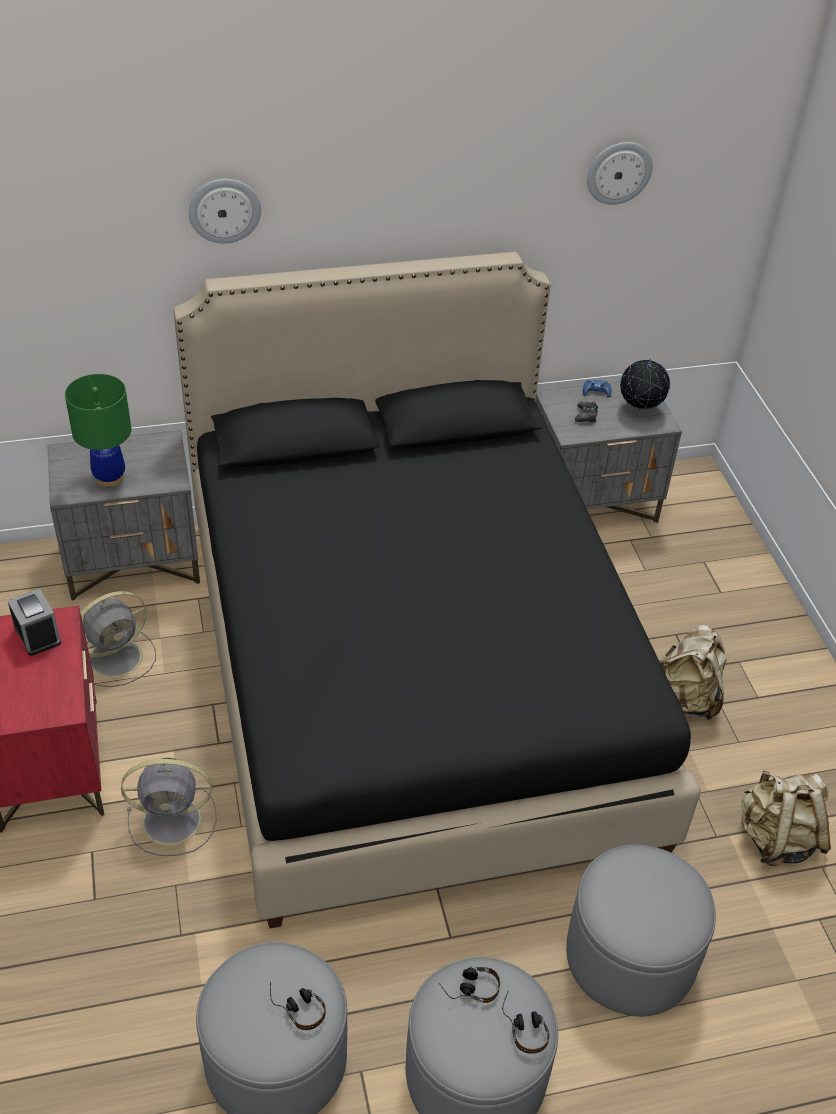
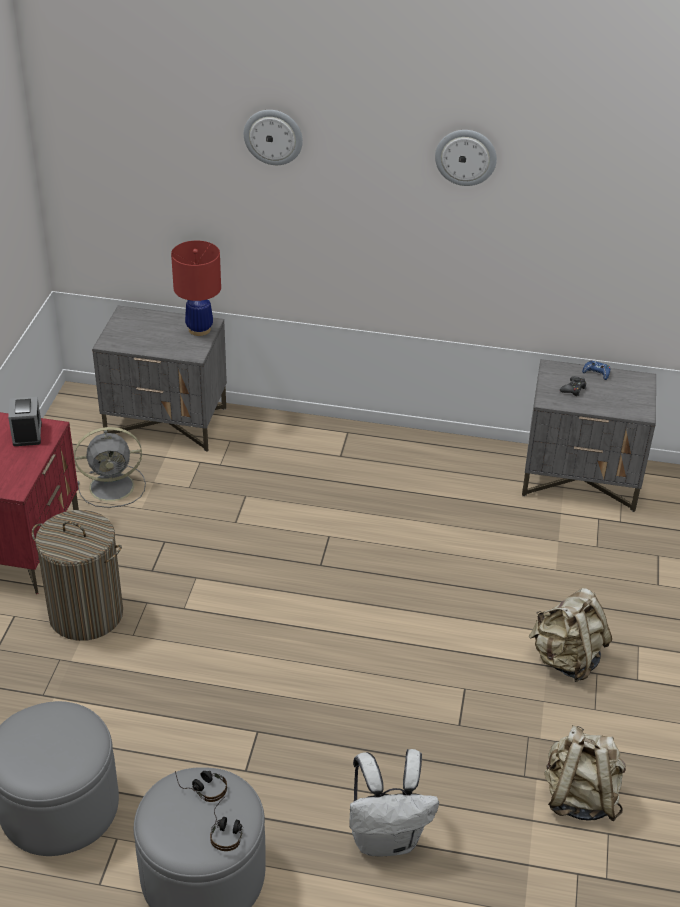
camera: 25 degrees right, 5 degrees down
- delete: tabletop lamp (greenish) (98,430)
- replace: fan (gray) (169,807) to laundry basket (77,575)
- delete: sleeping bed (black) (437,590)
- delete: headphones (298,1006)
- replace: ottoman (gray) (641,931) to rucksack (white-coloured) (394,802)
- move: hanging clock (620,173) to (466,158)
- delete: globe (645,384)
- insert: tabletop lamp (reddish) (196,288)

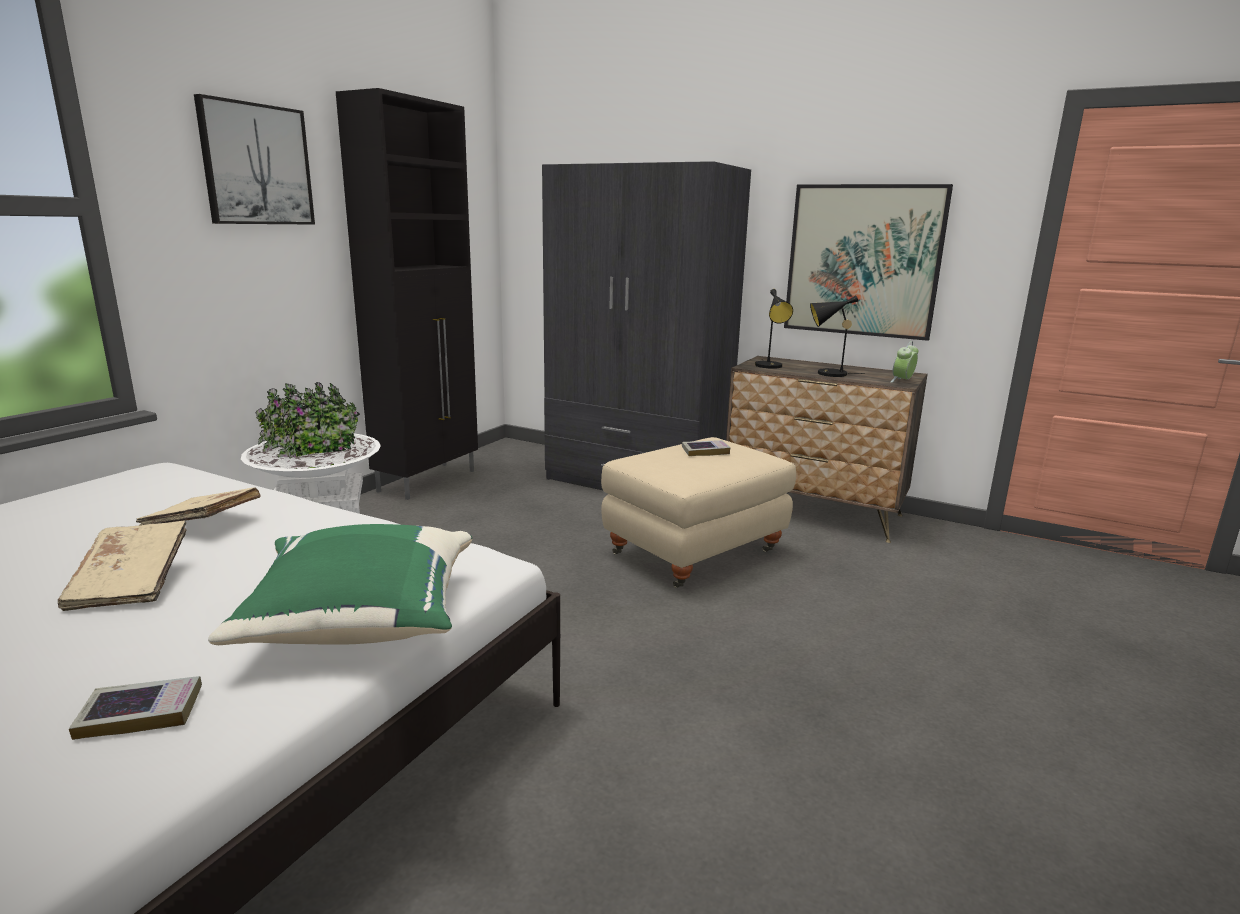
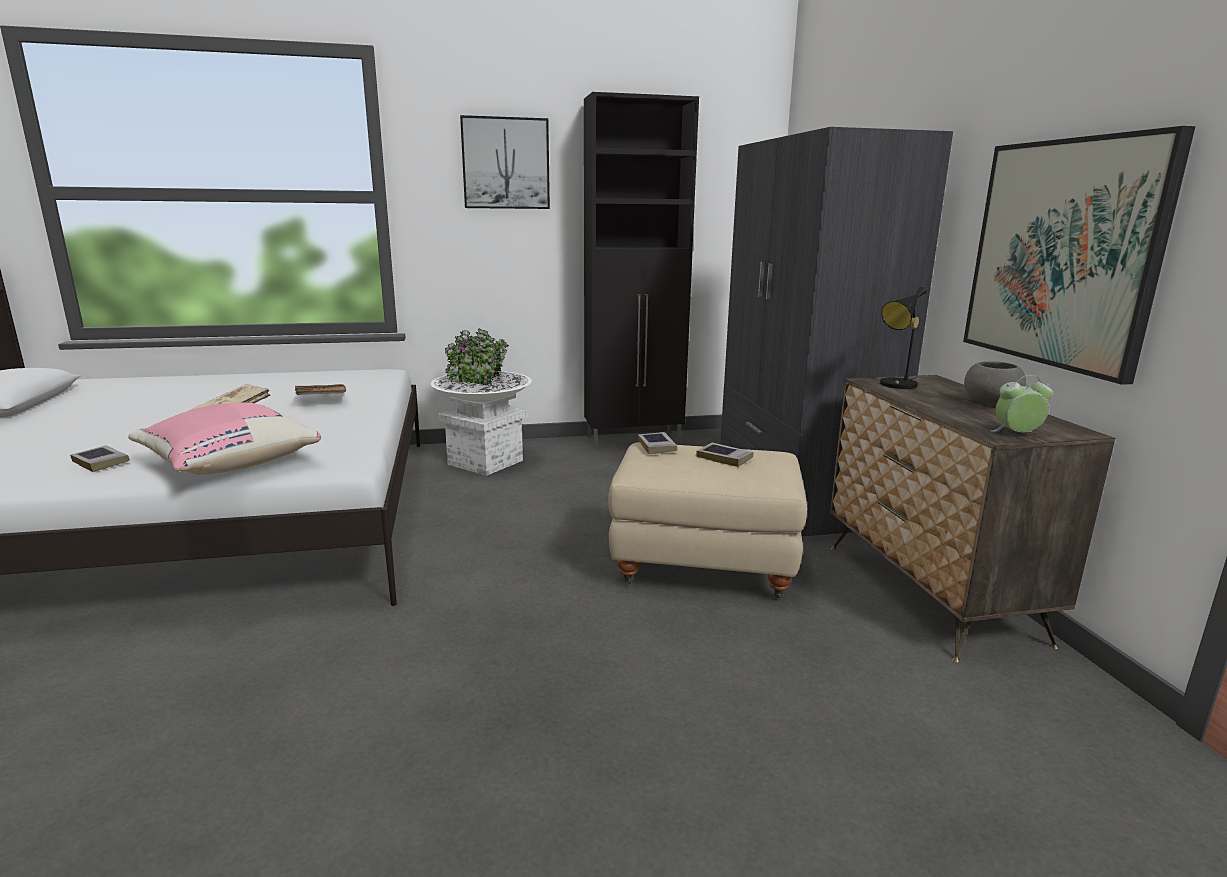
camera: 50 degrees right, 0 degrees up
- recolor: throw pillow (greenish) (340,584) to throw pillow (pinkish) (224,438)
- delete: tabletop lamp (black) (837,336)
- insert: volume (657,443)
- insert: bowl (gray) (995,383)

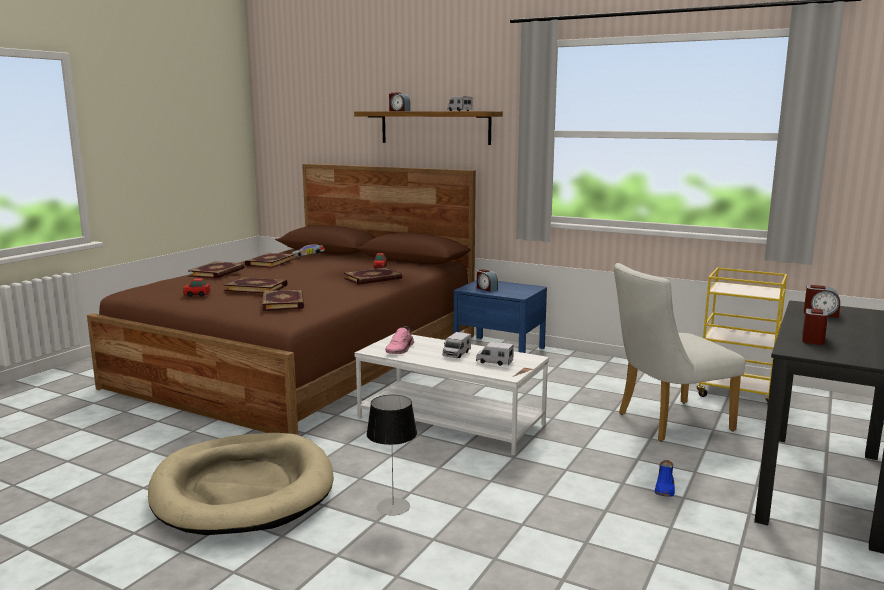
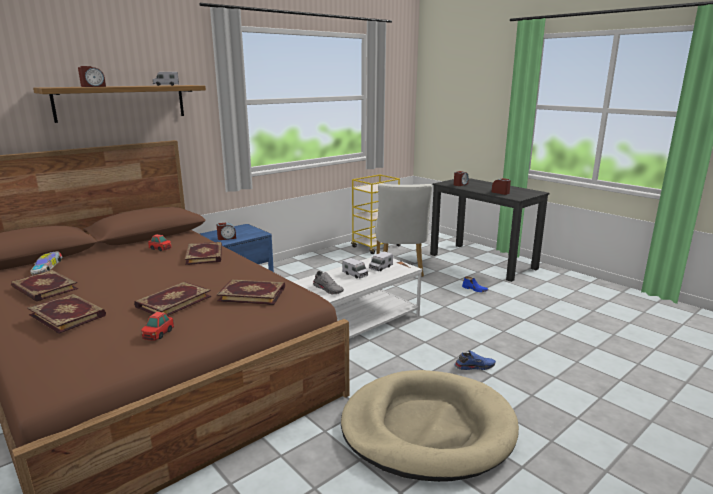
camera: 70 degrees left, 5 degrees up
- replace: tabletop lamp (391,455) to shoe (blue-coloured) (475,360)
- recolor: shoe (pinkish) (399,340) to shoe (gray) (328,282)

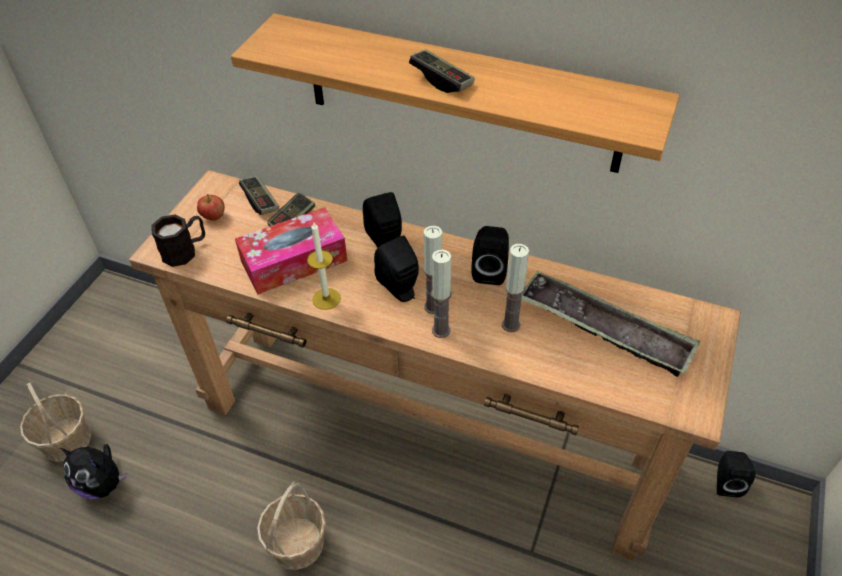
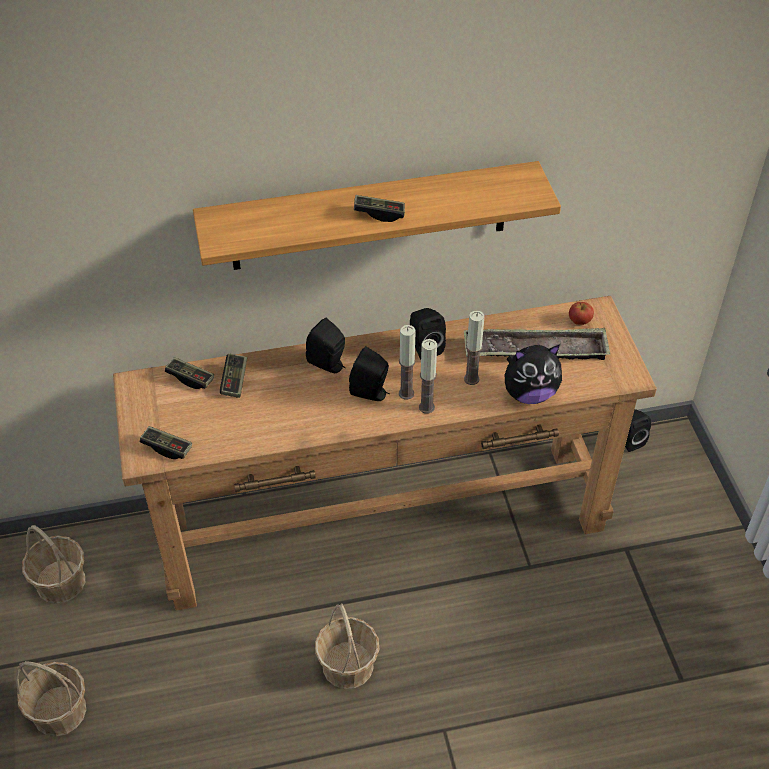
camera: 35 degrees left, 0 degrees up
- move: plush toy (95,471) to (533,374)
- replace: tea mug (black) (178,240) to joypad (166,442)
- move: apple (211,207) to (581,313)
- delete: box of tissues (291,251)
- delete: wax light (324,266)
- insert: basket (53,564)

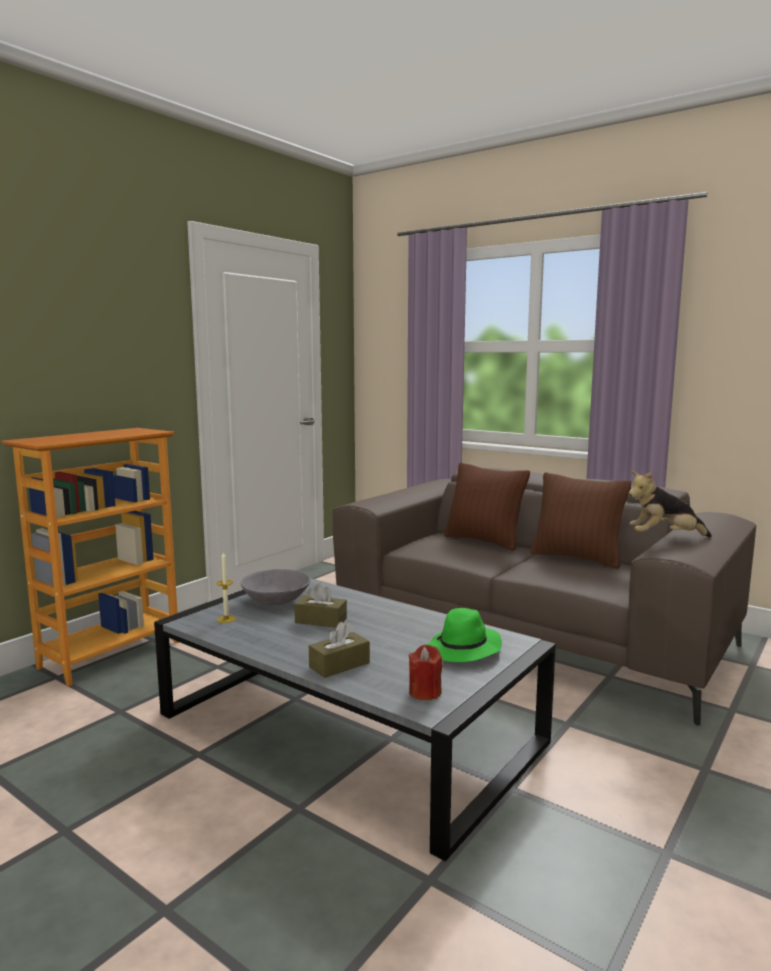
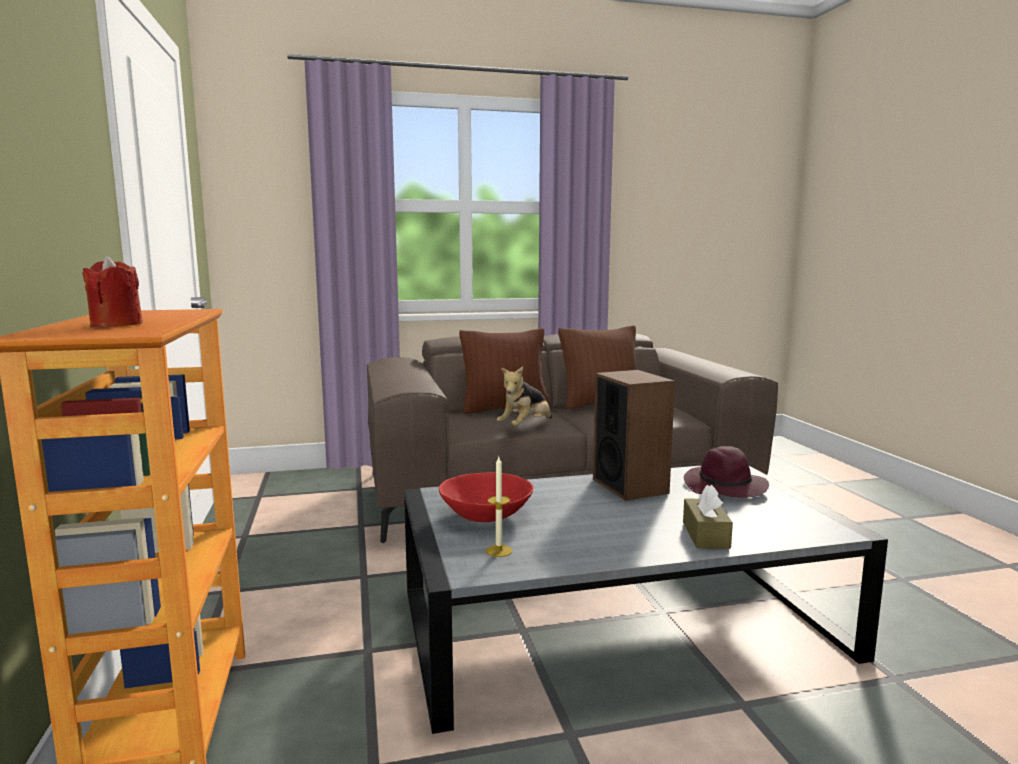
camera: 50 degrees left, 0 degrees up
- recolor: bowl (gray) (275,587) to bowl (reddish) (486,497)
- delete: box of tissues (brown) (320,605)
- move: wax light (reddish) (425,672) to (112,291)
- recolor: wearable hat (greenish) (463,635) to wearable hat (purplish) (726,472)
- move: plush toy (670,504) to (524,396)
- insert: loudspeaker (634,435)

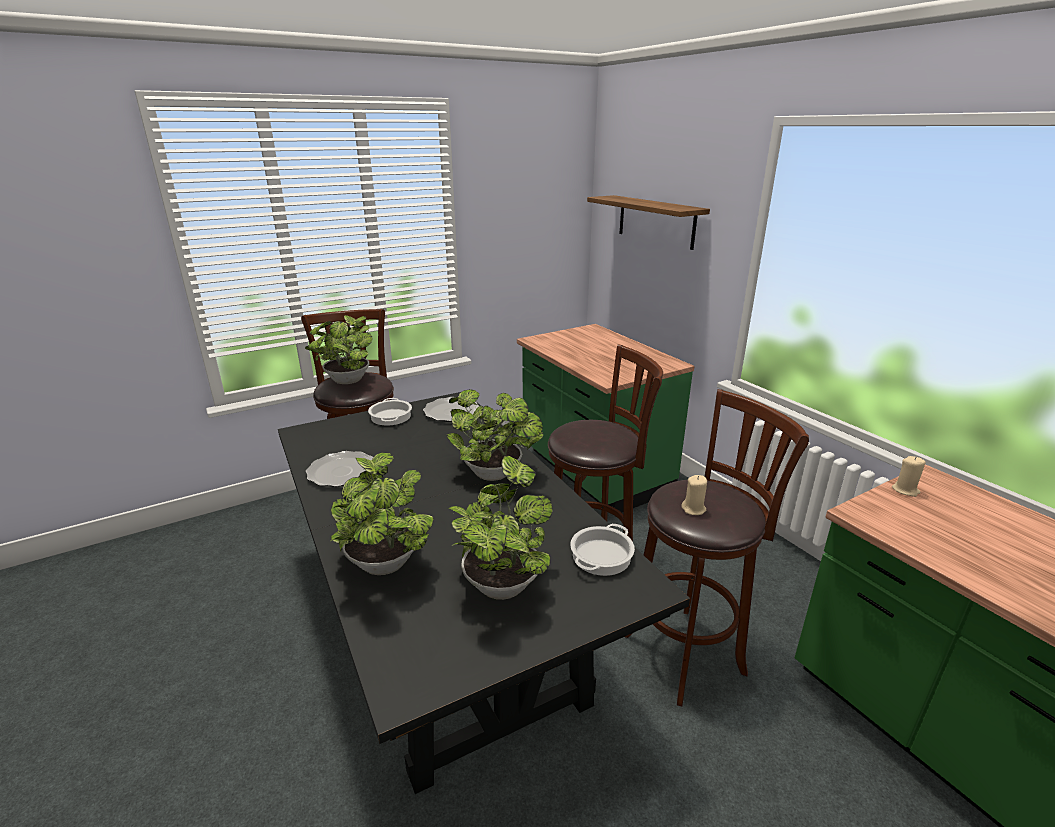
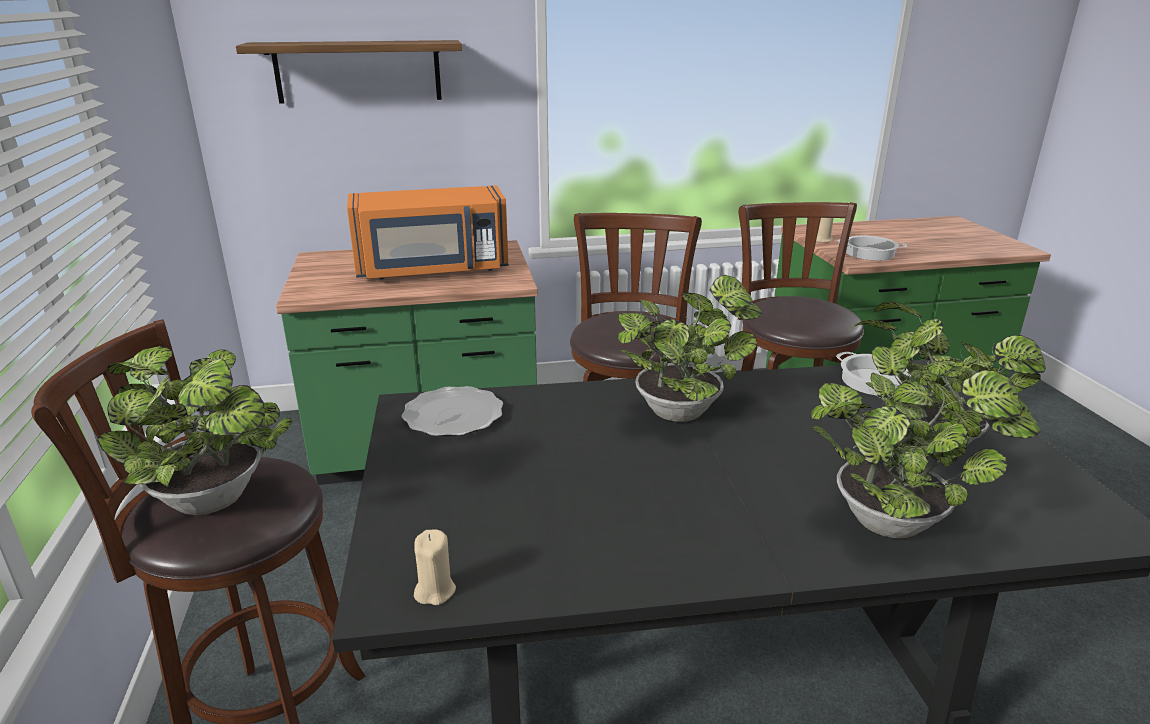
camera: 70 degrees left, 0 degrees up
- delete: dinner plate (339,469)
- move: saucepot (390,411) to (872,248)
- move: wax light (beige) (694,495) to (435,567)
- insert: microwave (orangey) (428,232)

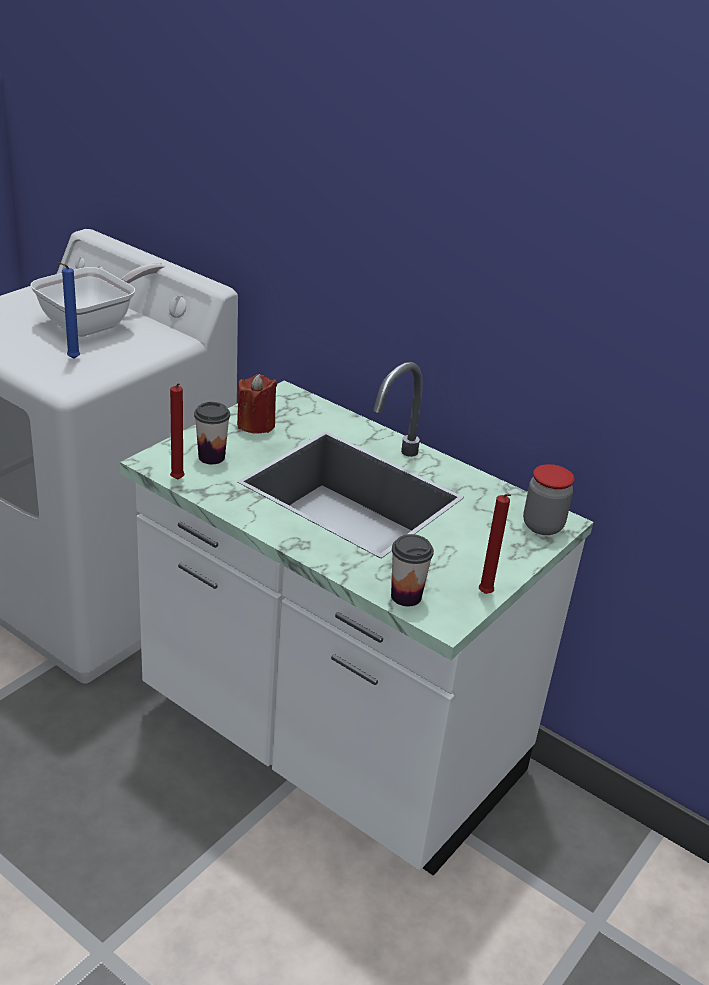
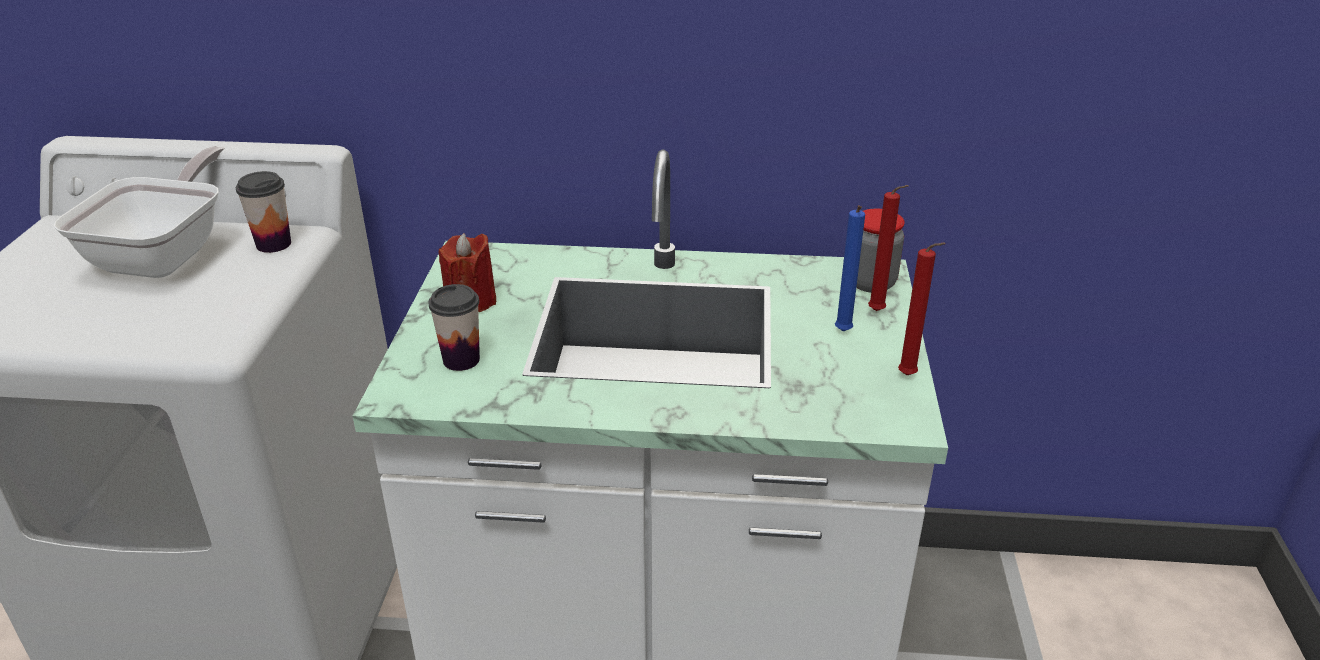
camera: 30 degrees left, 0 degrees up
- move: wax light (blue-coloured) (68,310) to (850,268)
- move: wax light (reddish) (177,431) to (888,248)
- move: cup (412,570) to (263,212)

